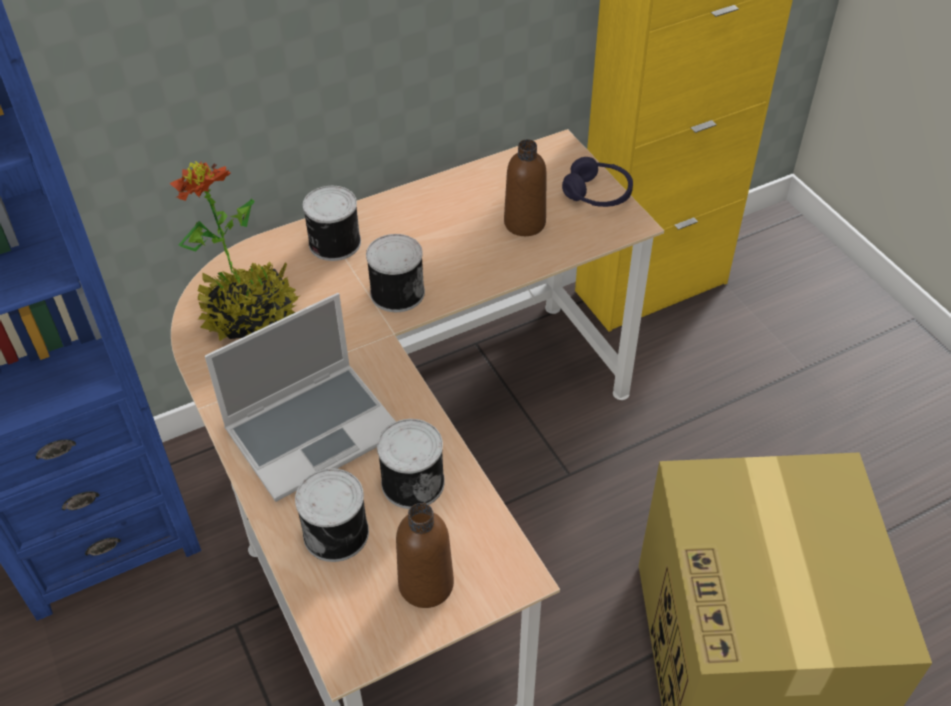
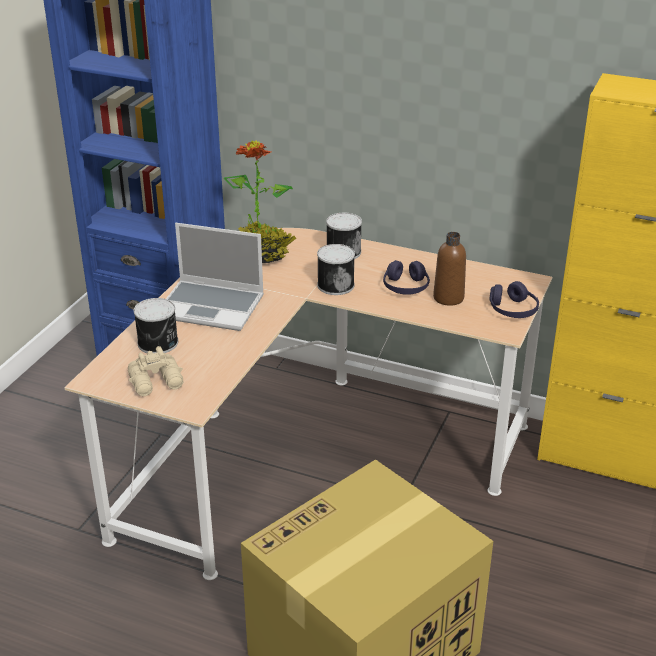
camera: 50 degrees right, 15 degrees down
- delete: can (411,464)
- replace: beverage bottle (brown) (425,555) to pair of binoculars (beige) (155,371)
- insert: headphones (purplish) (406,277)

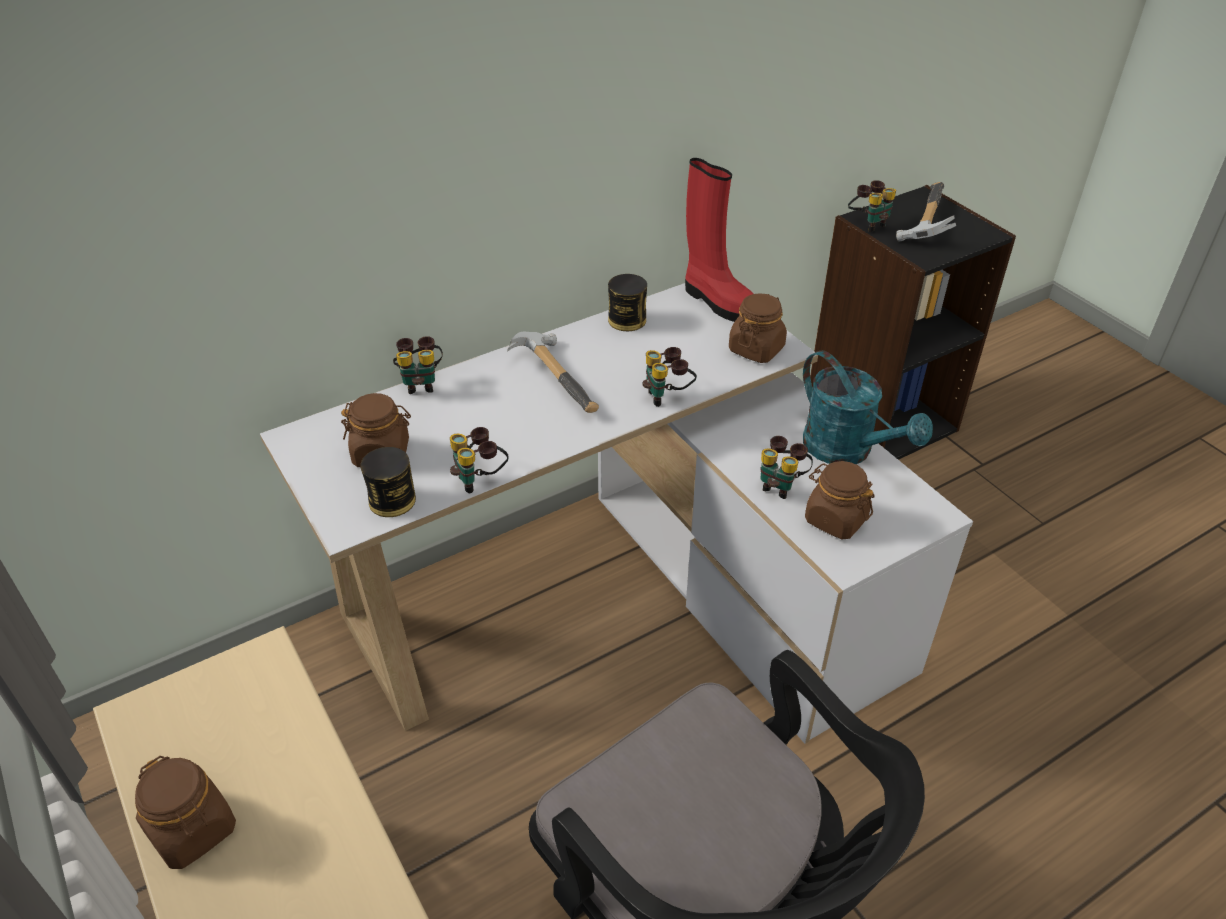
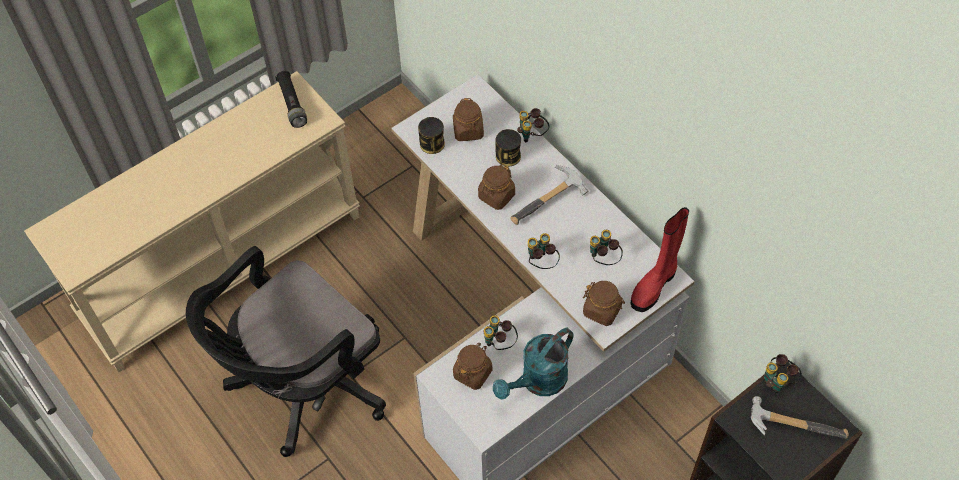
camera: 85 degrees right, 15 degrees up
- move: storage jar (brown) (185,812) to (496,187)
- move: pair of binoculars (479,460) to (606,247)
- move: can (627,302) to (508,148)
- insert: flashlight (black) (291,99)

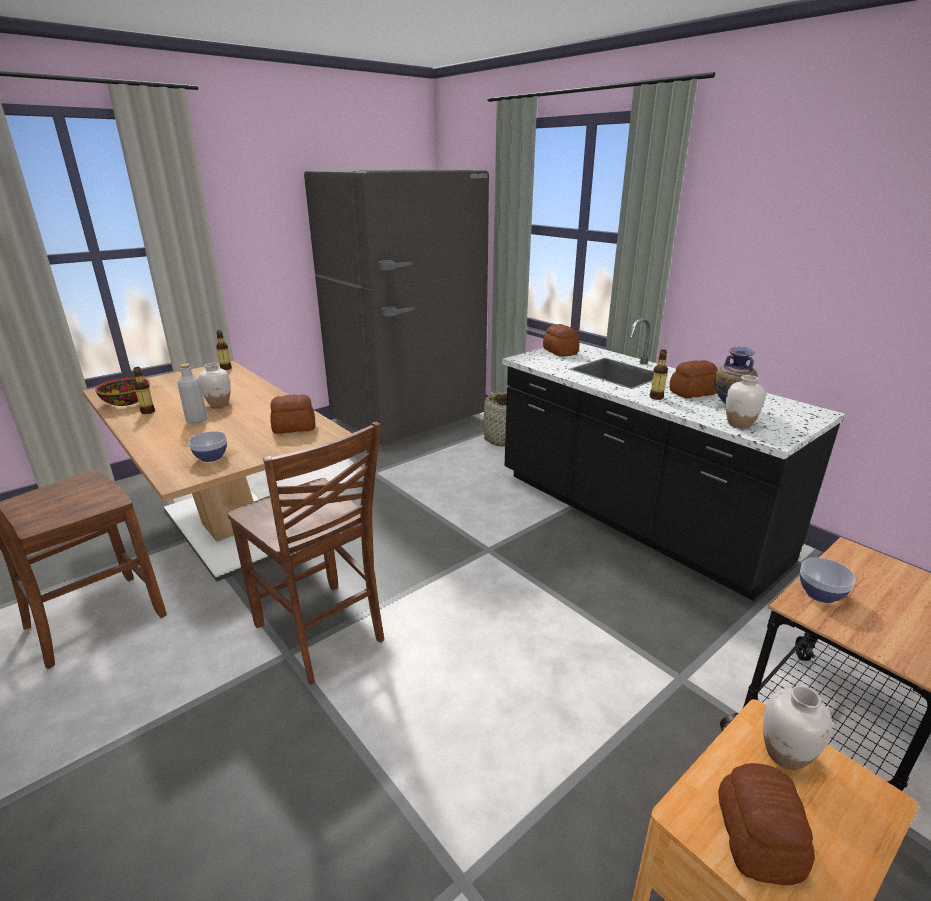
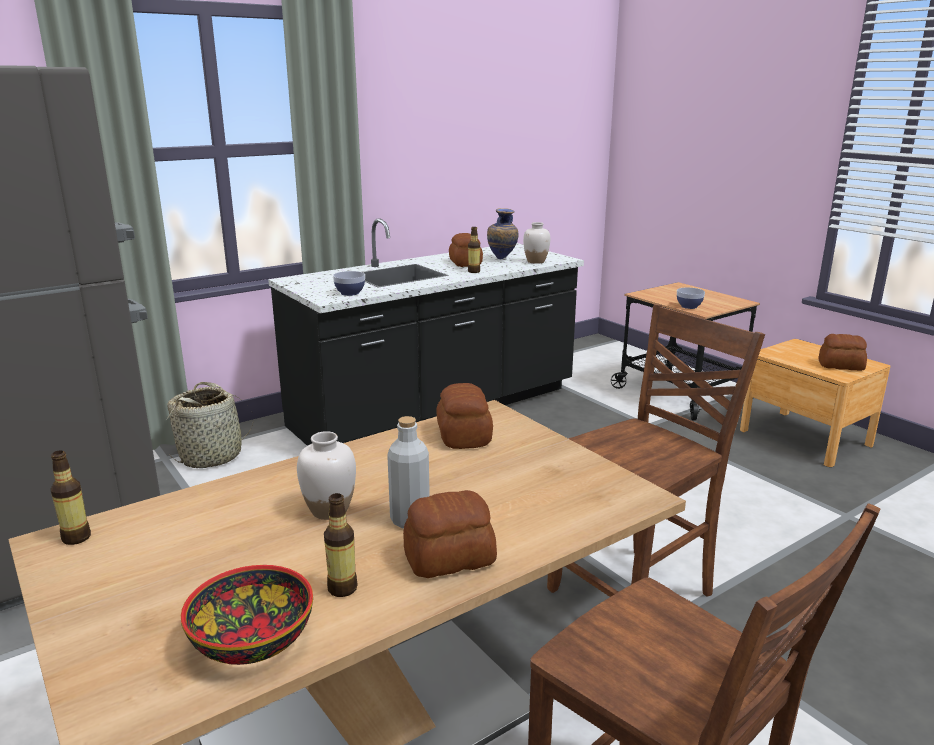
camera: 85 degrees left, 5 degrees down
- move: bowl (207,446) to (349,283)
- move: bread (561,340) to (450,534)
- delete: flower vase (white-coloured) (798,728)

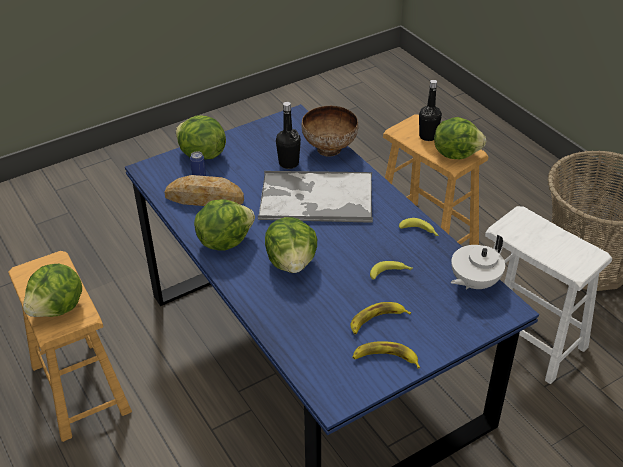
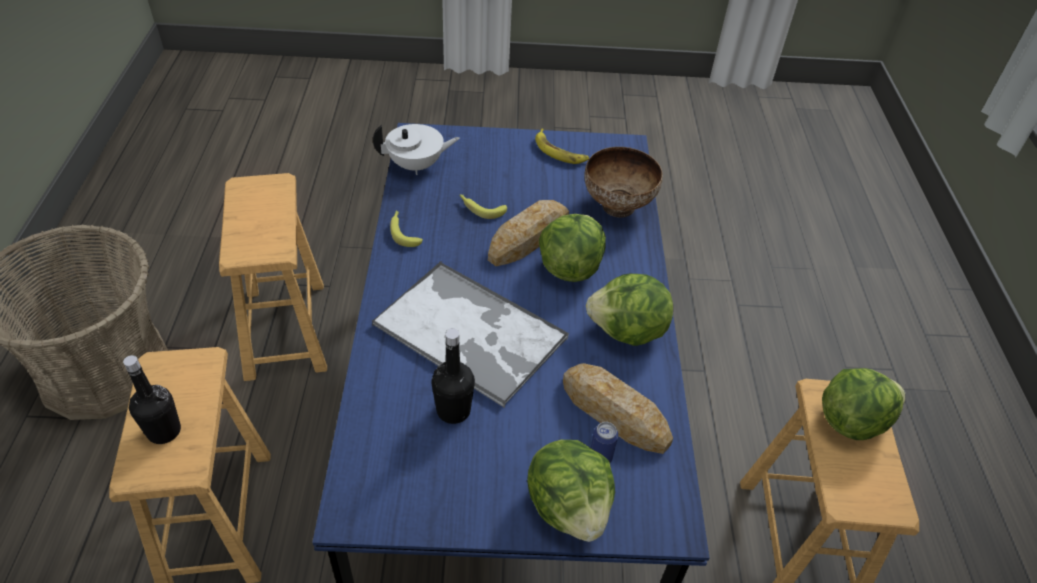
camera: 150 degrees left, 5 degrees up
- move: bowl (330,131) to (623,182)
- delete: whole banana (381,318)
- delete: lettuce head (460,138)
- recolor: sitting stool (white-coloured) (548,295) to sitting stool (brown) (273,277)
- insert: bread (528,233)

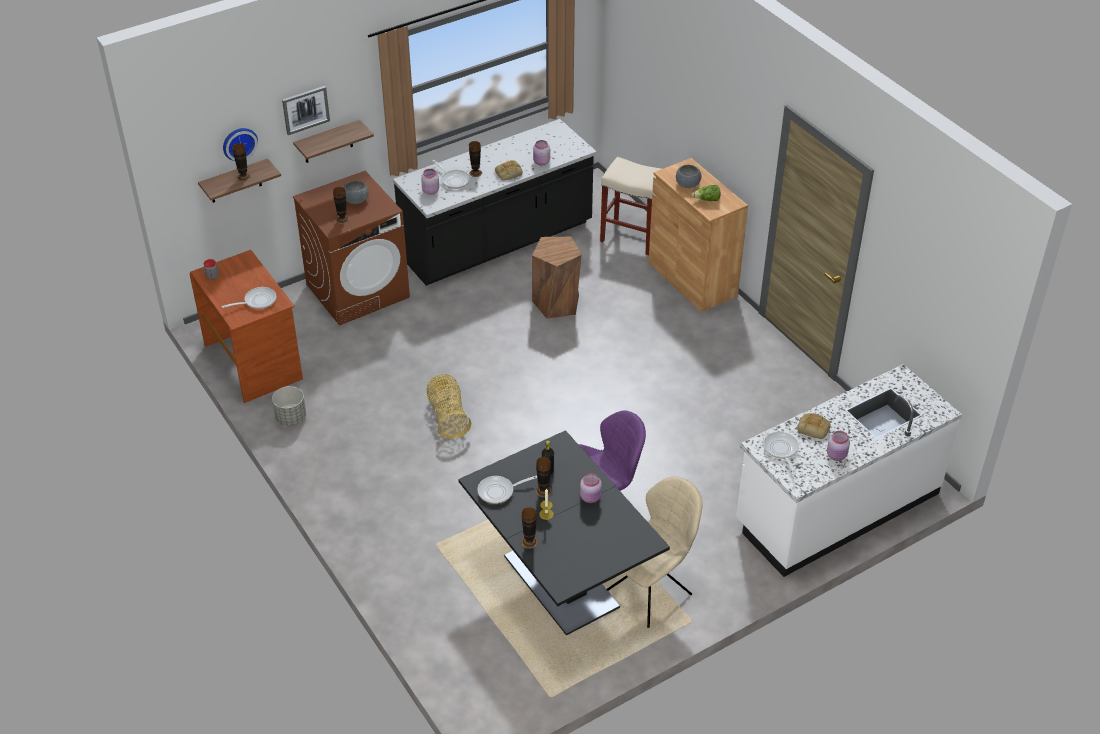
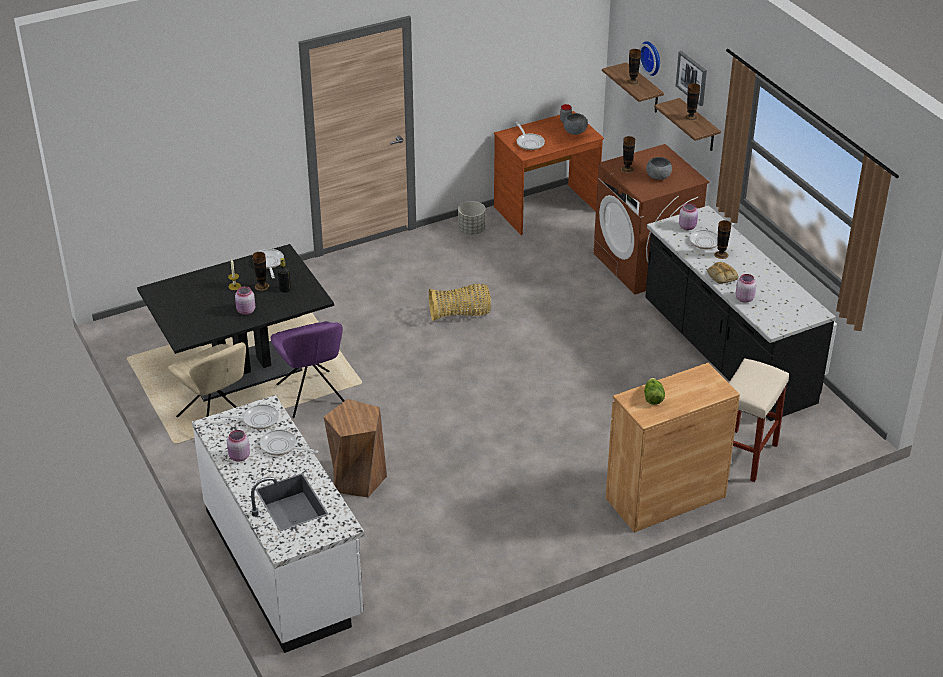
camera: 95 degrees right, 5 degrees down
- move: flower vase (529,528) to (692,102)
- move: sitting stool (brown) (557,278) to (355,448)
- move: bowl (gray) (689,176) to (575,124)
- replace: bread (813,426) to skillet (289,442)

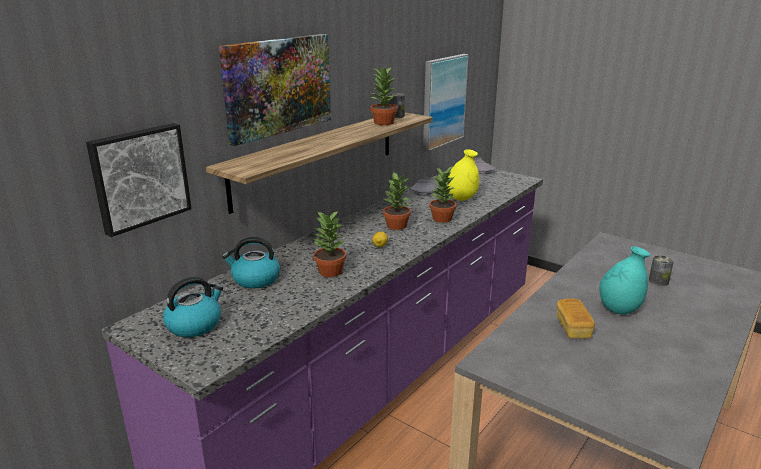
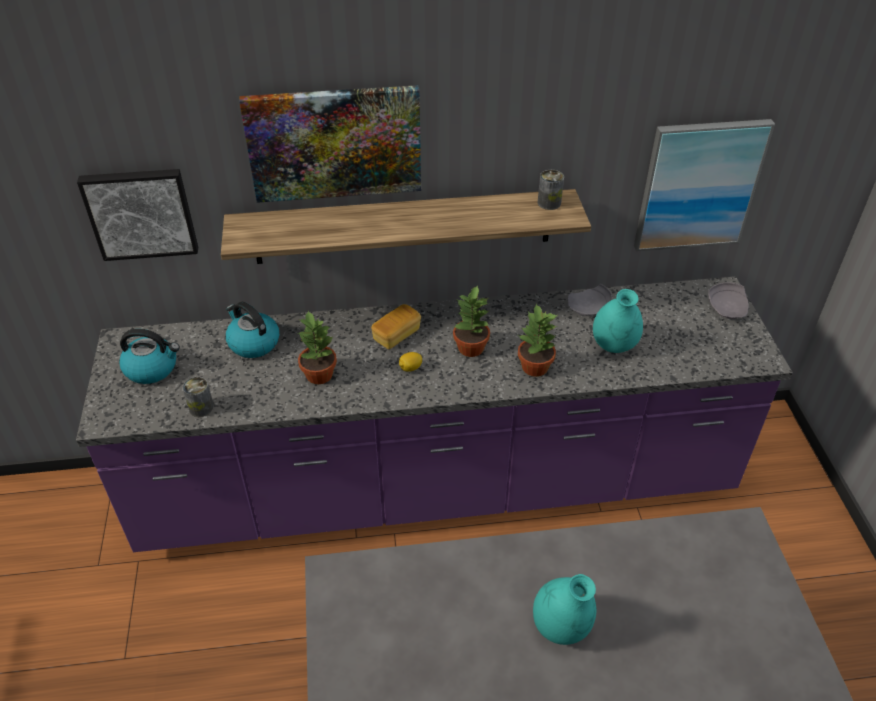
camera: 45 degrees right, 20 degrees up
- delete: potted plant (384,96)
- recolor: flower vase (yellowish) (463,175) to flower vase (turquoise) (618,321)
- move: bread (576,318) to (396,326)
- move: can (661,270) to (198,397)

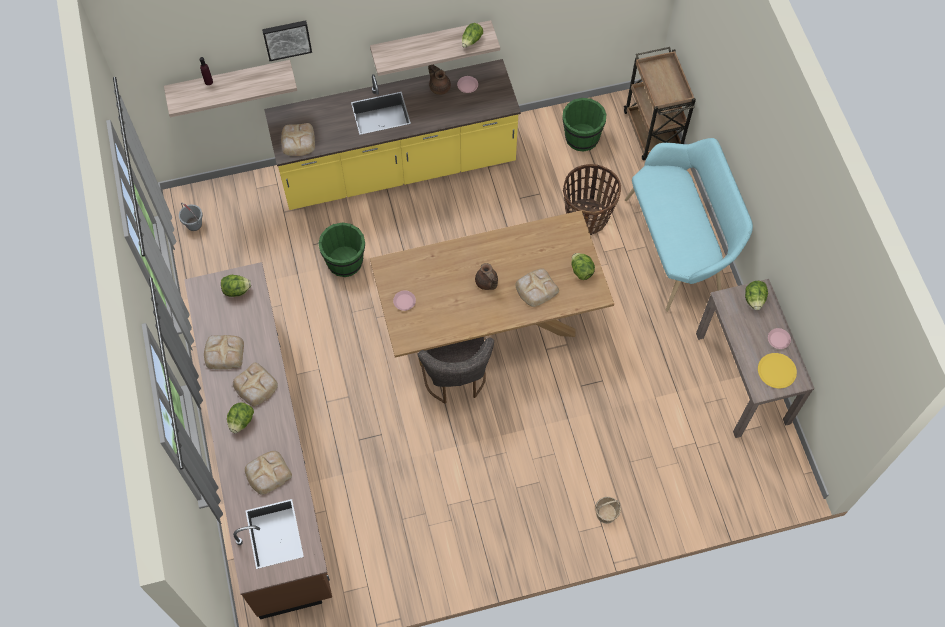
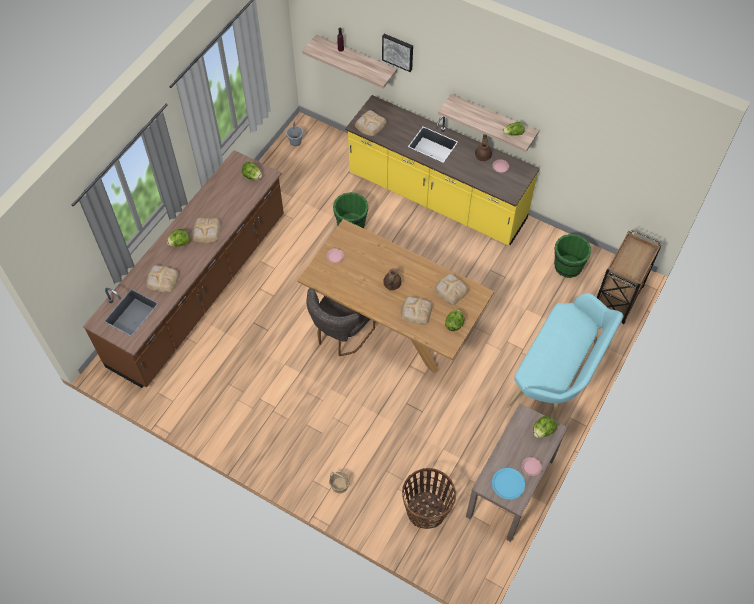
camera: 45 degrees right, 5 degrees down
- move: bread (224,352) to (451,289)
- move: basket (592,199) to (429,498)
- recolor: dinner plate (yellowish) (777,370) to dinner plate (blue-coloured) (508,483)

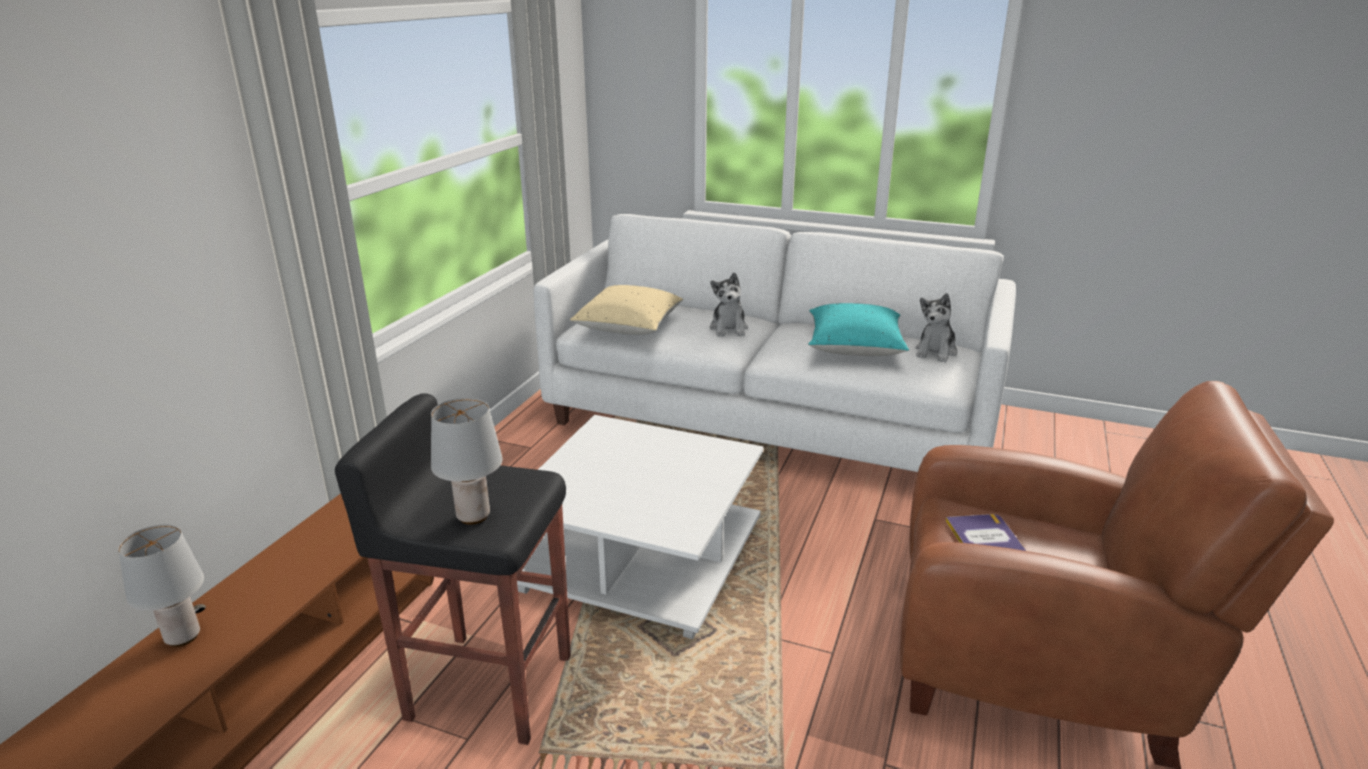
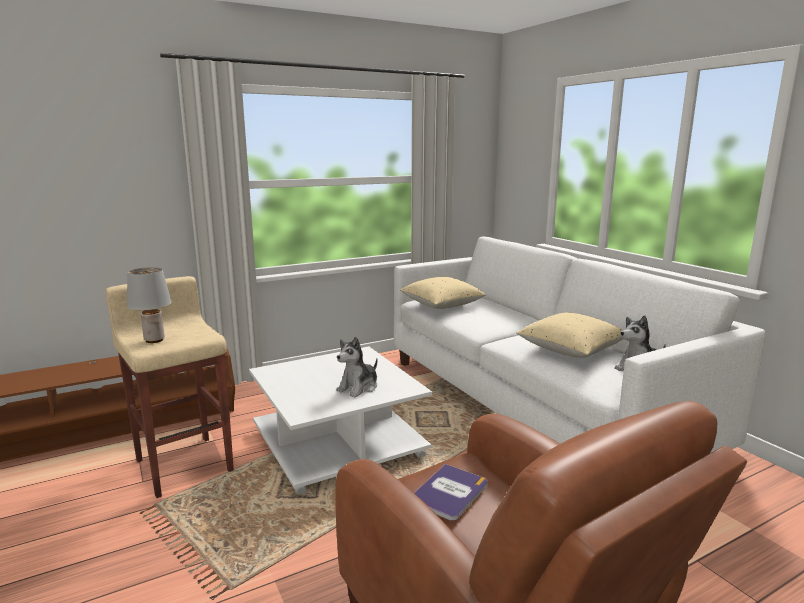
camera: 40 degrees right, 10 degrees down
- delete: tabletop lamp (gray) (161,585)
- recolor: sitting stool (black) (453,569) to sitting stool (beige) (169,387)
- move: plush toy (729,304) to (357,367)
- recolor: throw pillow (turquoise) (858,329) to throw pillow (beige) (569,335)

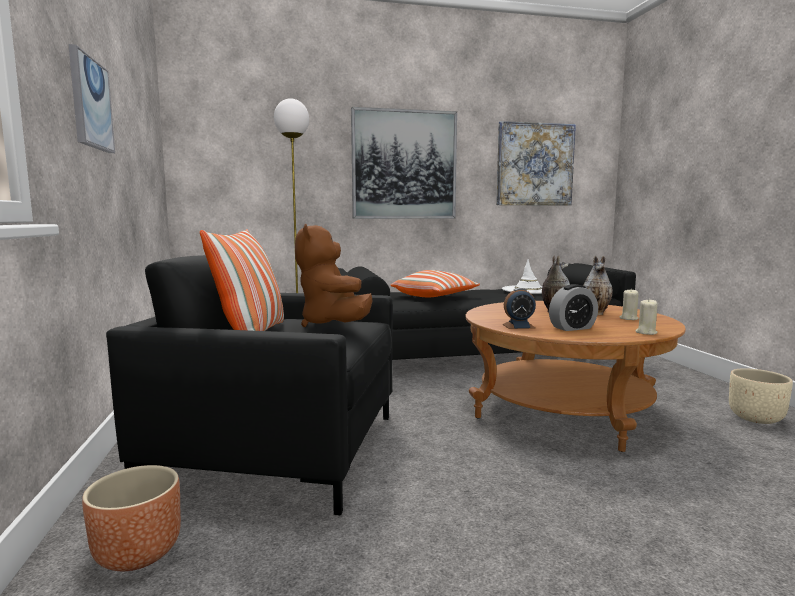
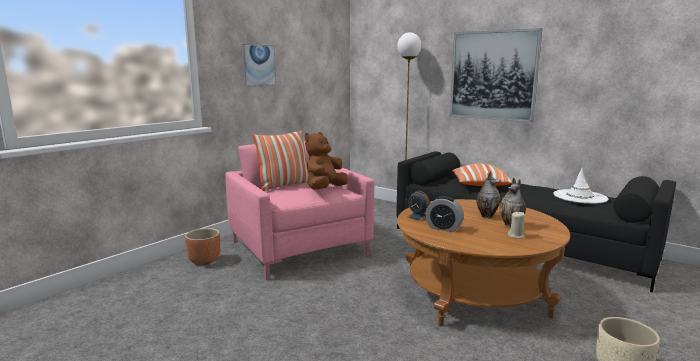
camera: 50 degrees right, 5 degrees up
- recolor: armchair (black) (249,385) to armchair (pinkish) (300,210)
- delete: picture (536,163)
- delete: wax light (beige) (646,317)

